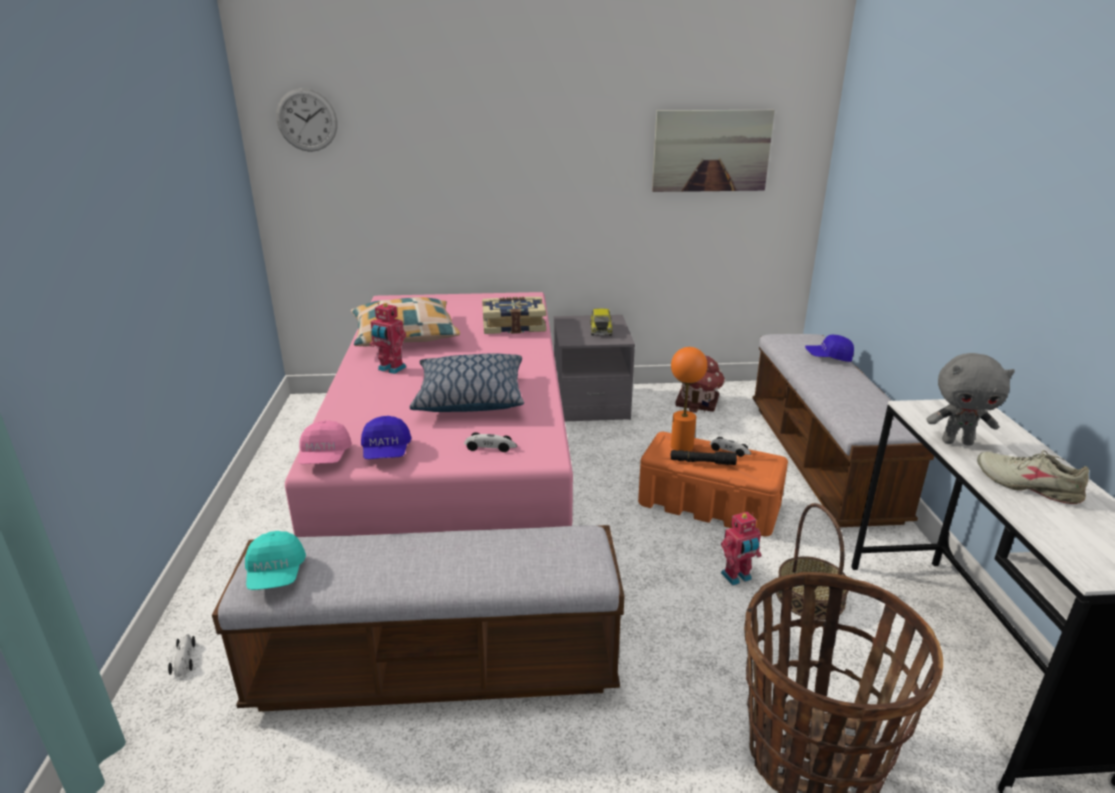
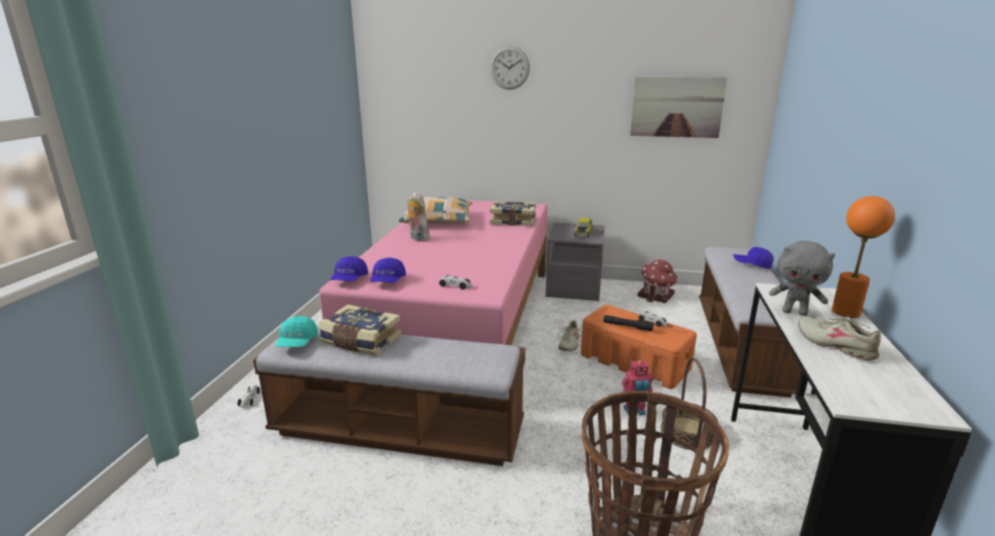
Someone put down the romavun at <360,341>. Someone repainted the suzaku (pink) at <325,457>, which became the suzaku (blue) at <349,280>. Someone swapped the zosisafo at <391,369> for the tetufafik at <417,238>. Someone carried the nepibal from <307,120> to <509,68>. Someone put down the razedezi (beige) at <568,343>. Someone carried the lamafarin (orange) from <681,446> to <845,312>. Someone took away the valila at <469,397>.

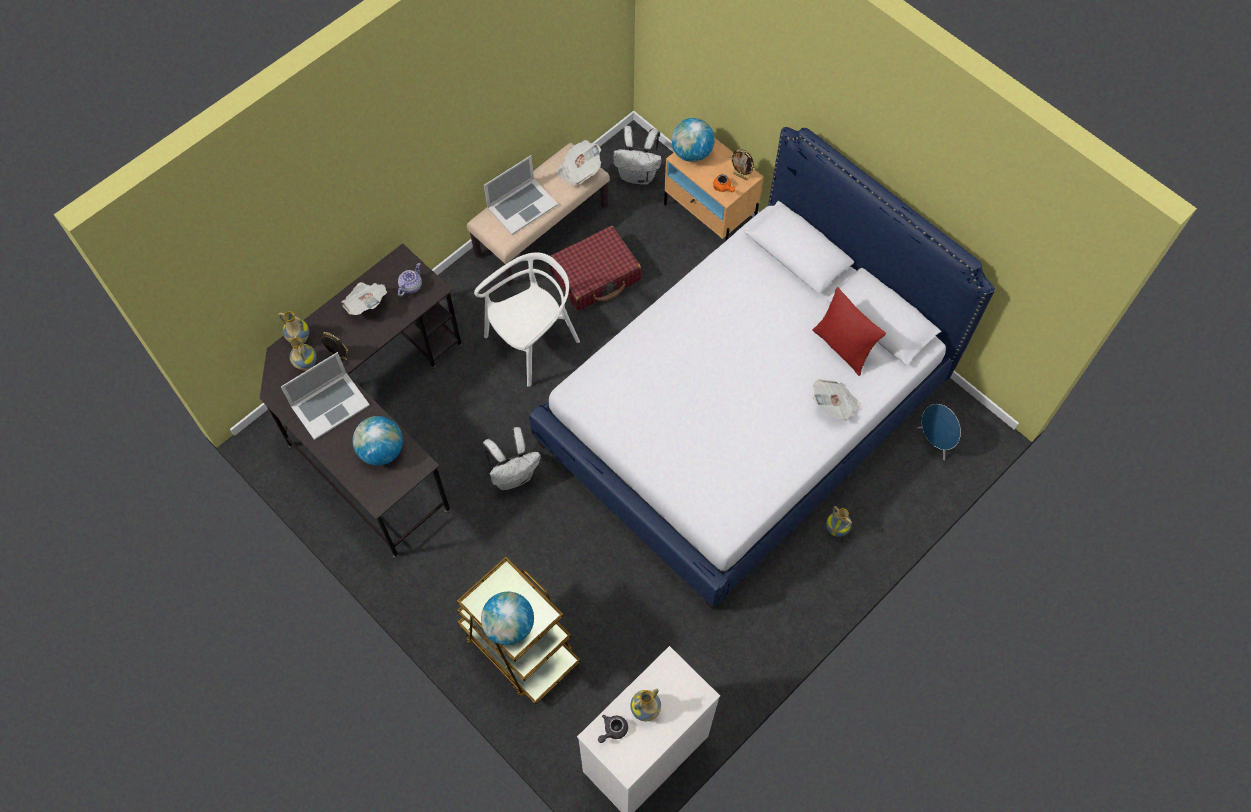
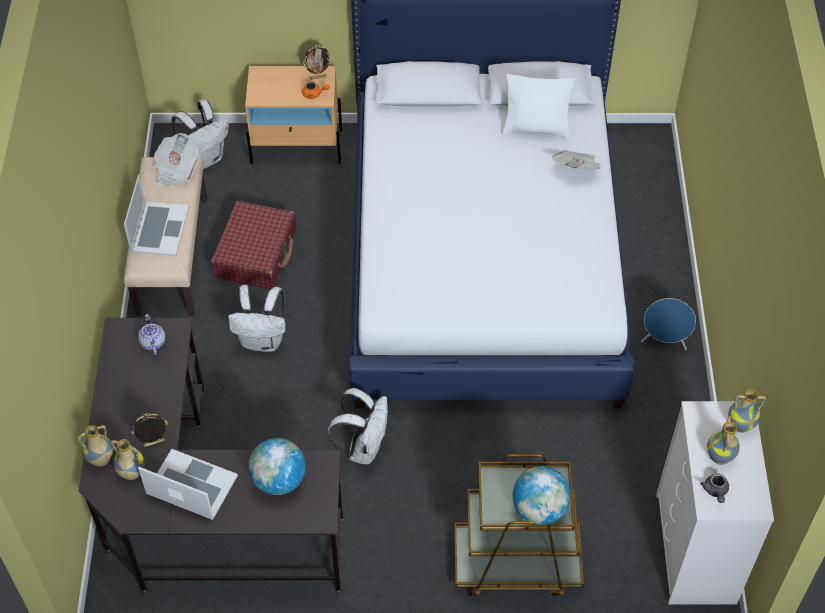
Someone rotated the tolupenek at <329,405> by 75 degrees counterclockwise. Someone swapped the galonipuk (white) at <533,342> for the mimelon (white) at <263,340>. Someone repainted the valila (red) at <842,347>, which became the valila (white) at <536,128>. Someone carried the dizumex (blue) from <934,441> to <664,341>. Someone carried the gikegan from <837,529> to <740,424>. Someone took away the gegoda at <366,303>. Someone took away the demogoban at <691,153>.

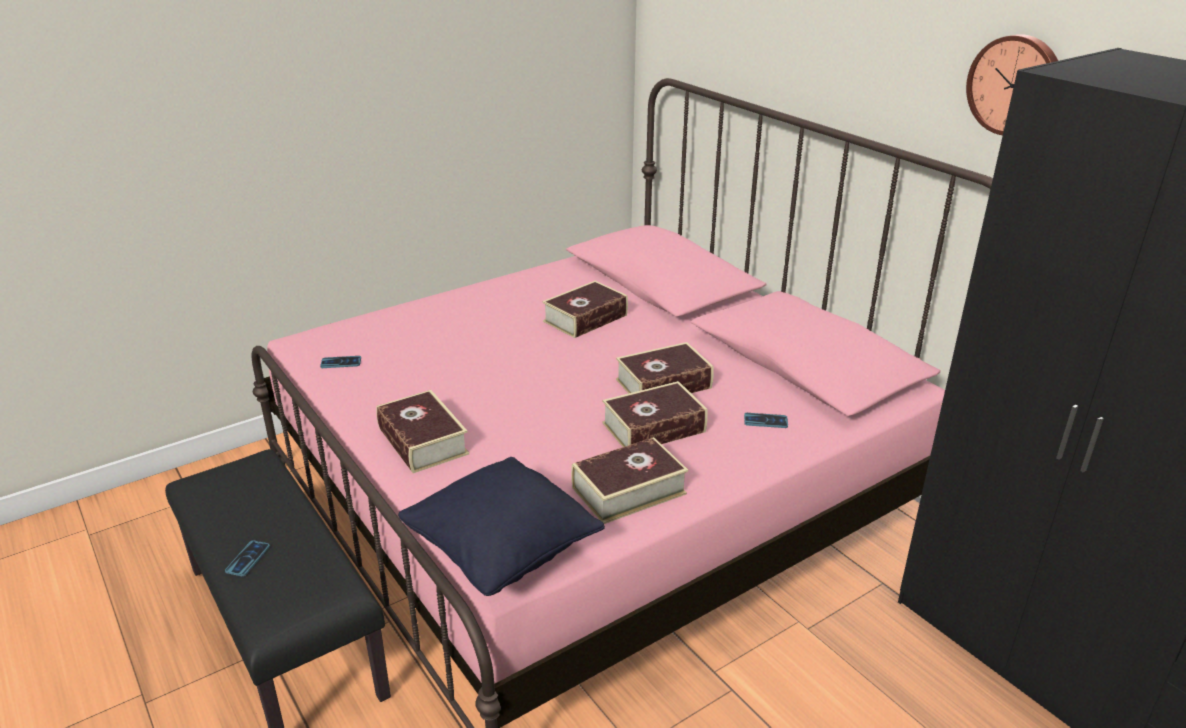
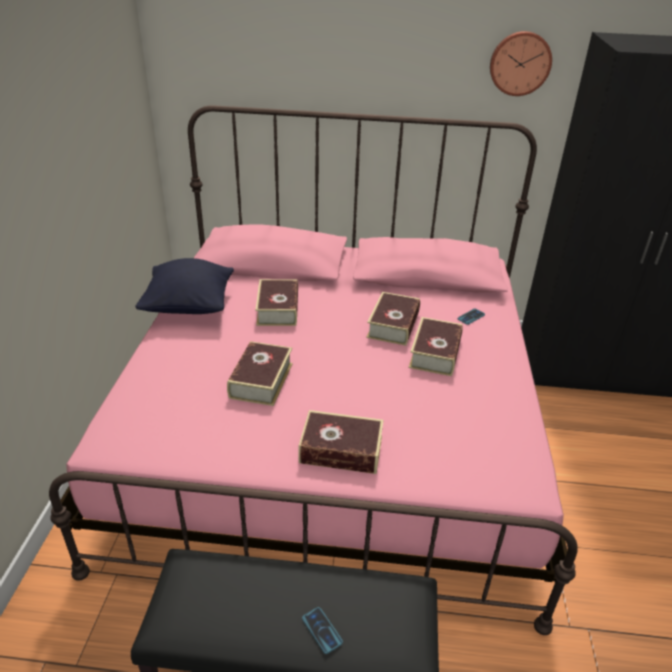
Someone carried the valila (black) from <502,553> to <189,307>. Someone carried the romavun from <628,490> to <261,380>. Someone took away the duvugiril at <341,363>.

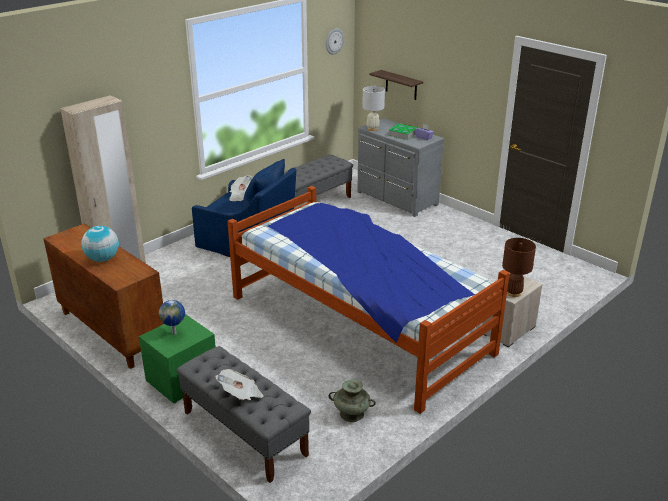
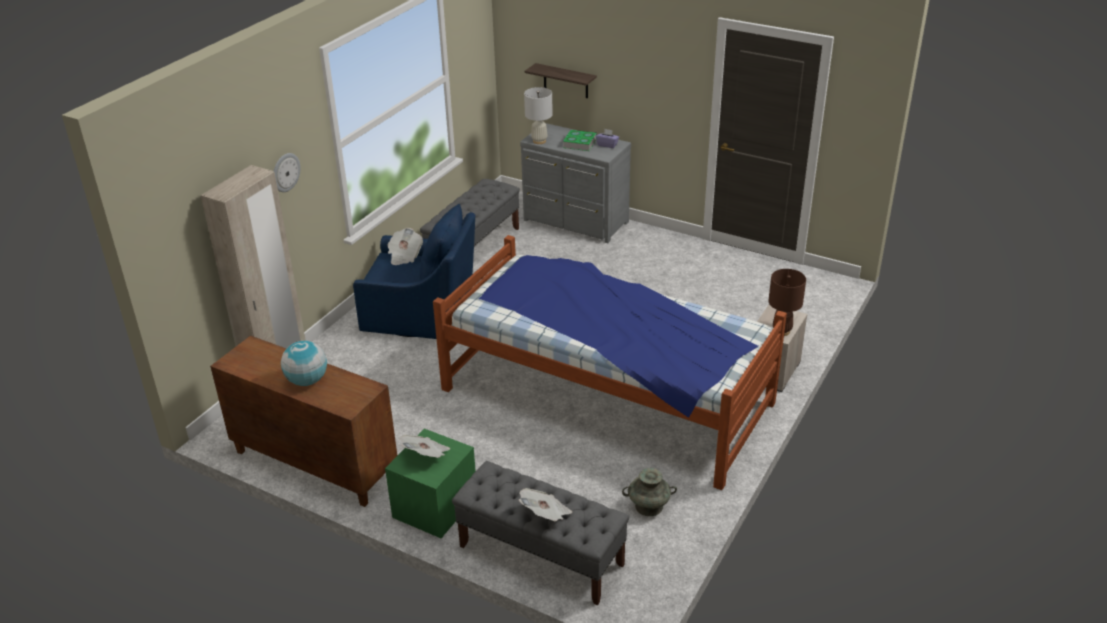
Someone carried the nepibal from <334,41> to <285,172>. Someone swapped the demogoban at <175,333> for the gegoda at <426,455>.

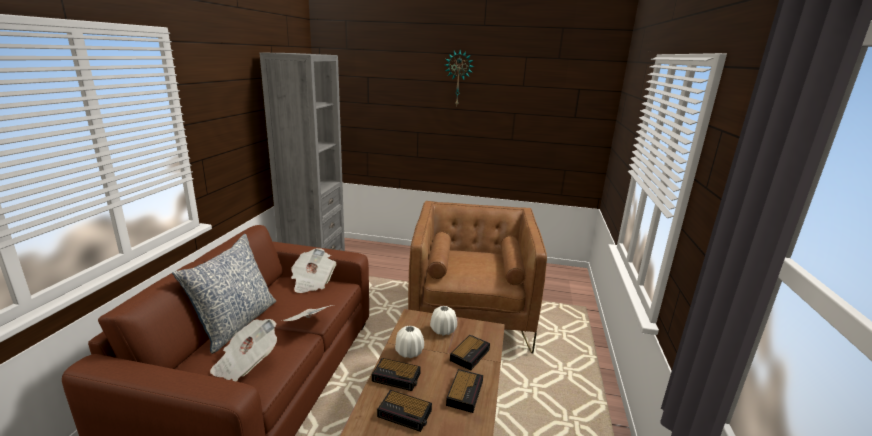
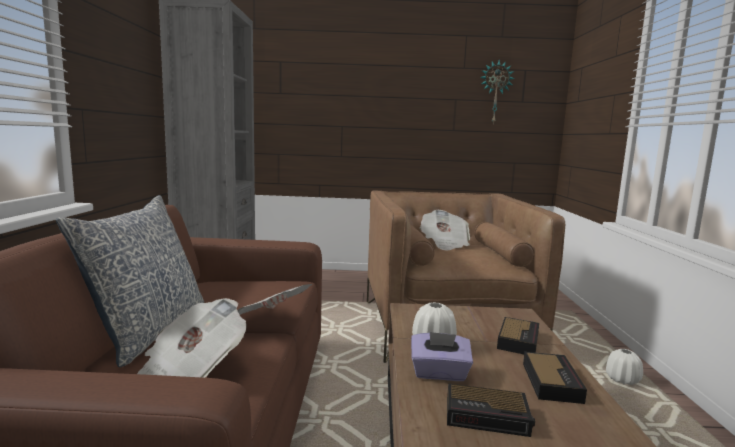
Someone swapped the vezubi at <397,377> for the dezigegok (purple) at <439,373>. Someone carried the gegoda from <312,282> to <444,244>. Someone carried the nepibal from <458,78> to <495,92>. Someone carried the gikegan (white) from <443,330> to <622,380>.

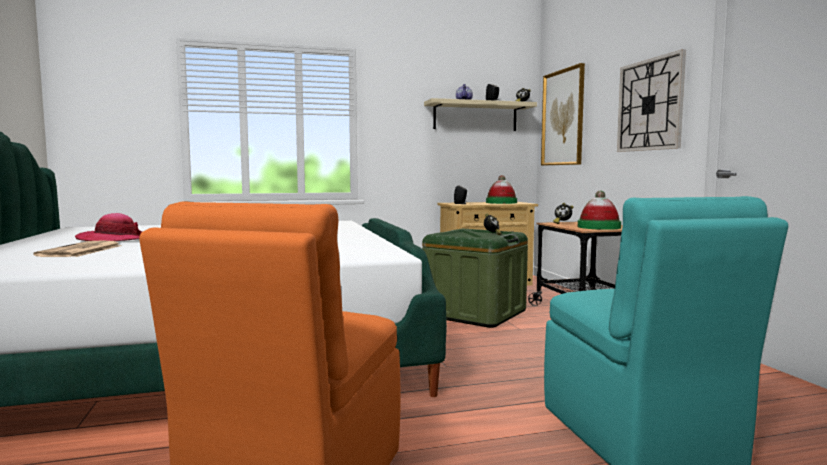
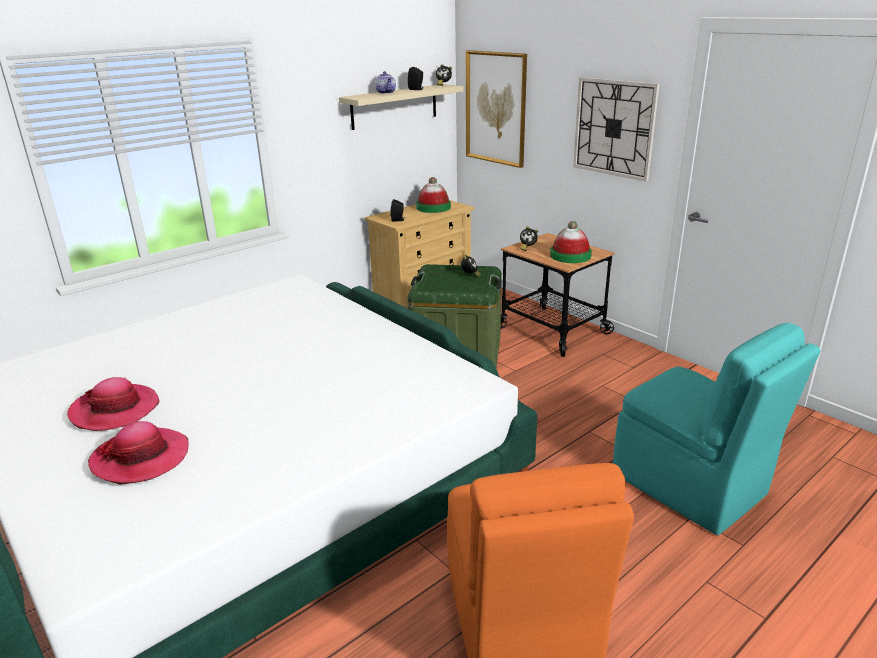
Someone swapped the gegoda at <80,251> for the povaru at <141,458>.

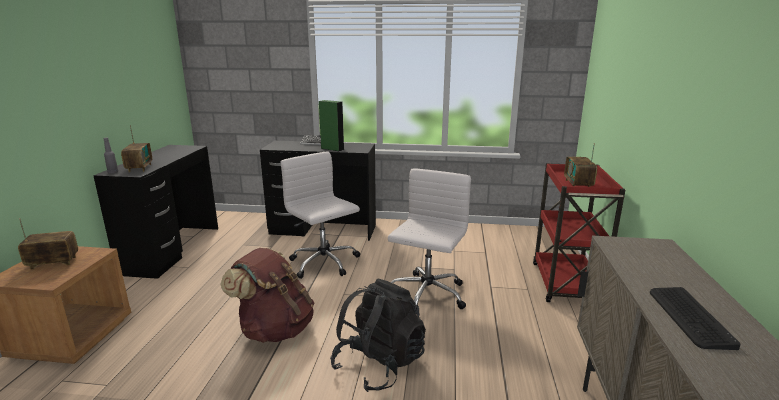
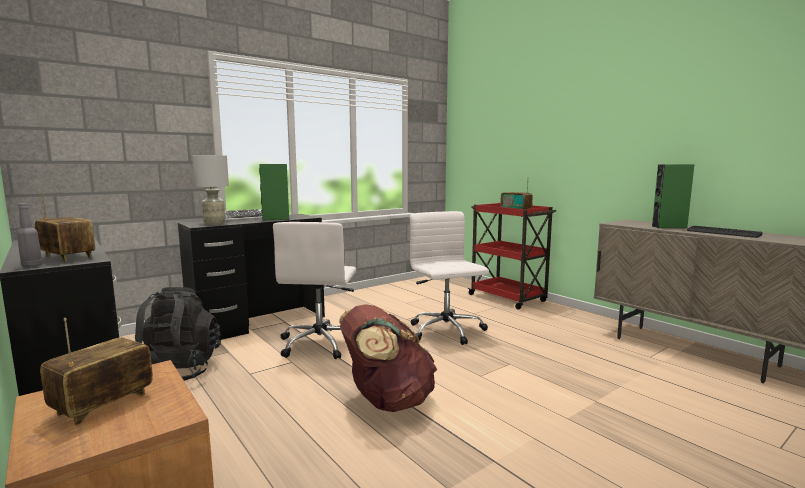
Someone carried the mimelon (black) from <379,364> to <178,371>. Someone put down the lamafarin (grey) at <215,224>. Someone rotated the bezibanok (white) at <324,263> by 90 degrees counterclockwise. Someone put down the dizumex (green) at <669,227>.

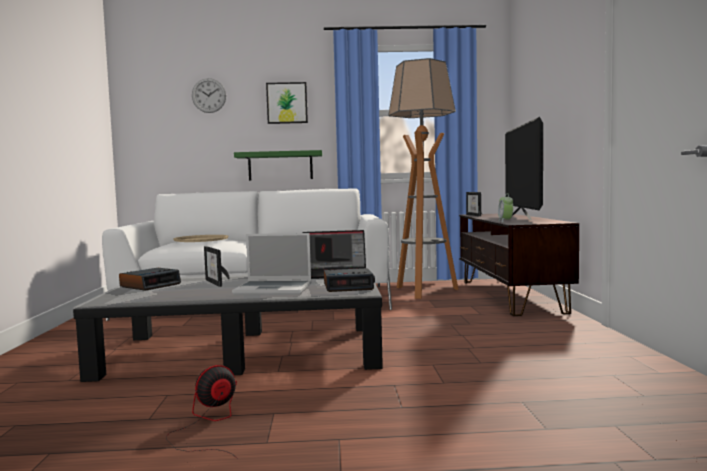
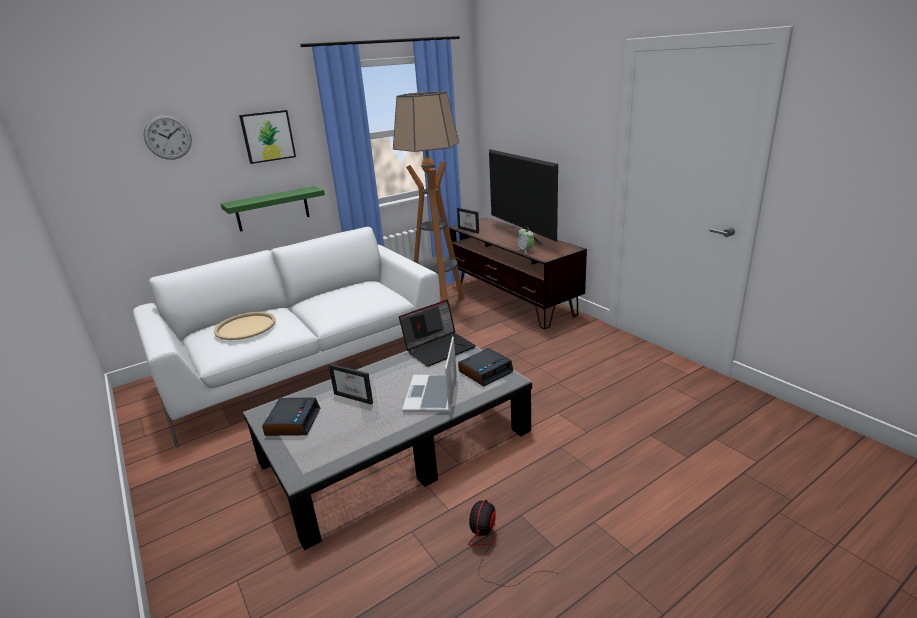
Someone rotated the tolupenek at <274,289> by 120 degrees clockwise.

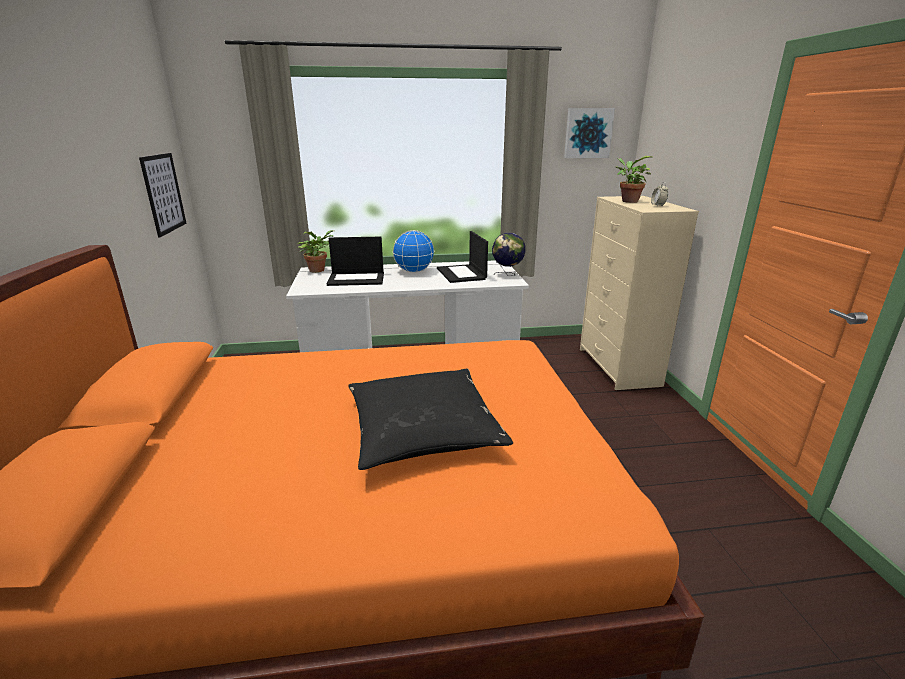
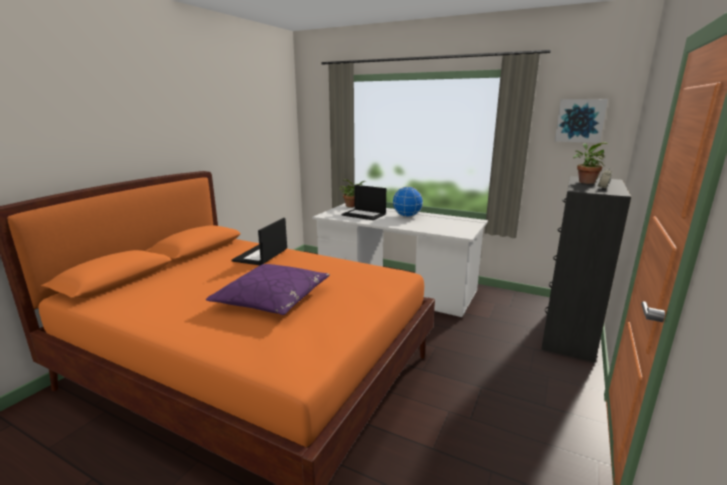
Someone repainted the valila (black) at <422,430>, which became the valila (purple) at <272,298>. Someone carried the tolupenek from <462,274> to <261,255>. Someone repainted the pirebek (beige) at <618,367>, which became the pirebek (black) at <568,334>. Someone took away the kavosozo at <163,193>. Someone took away the demogoban at <507,274>.

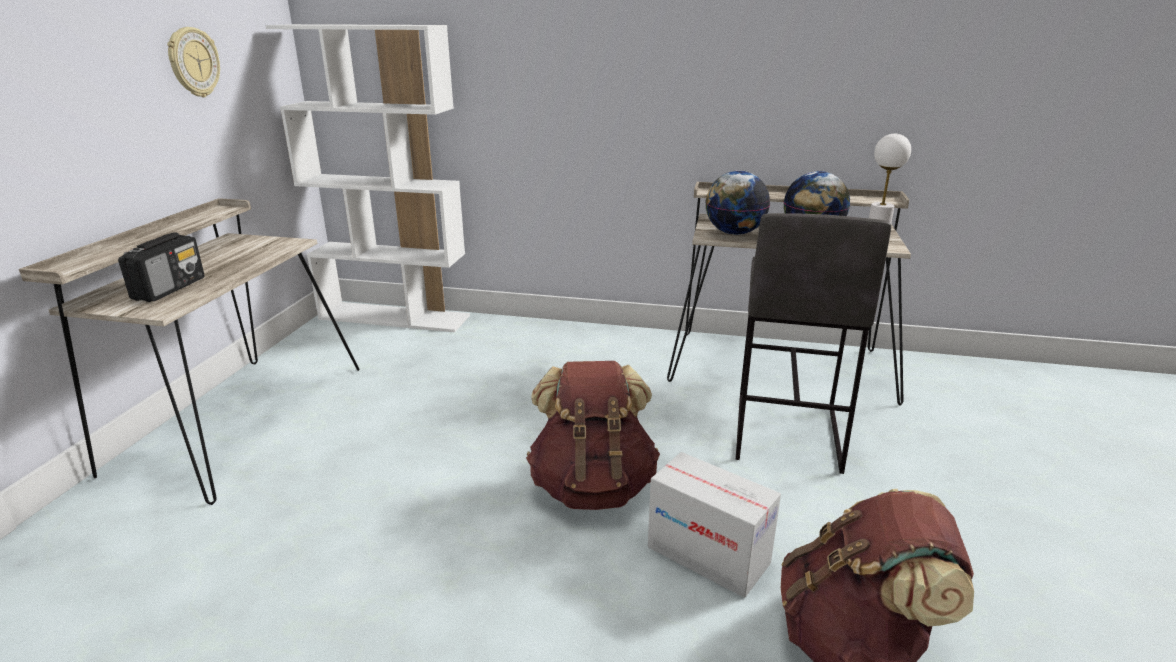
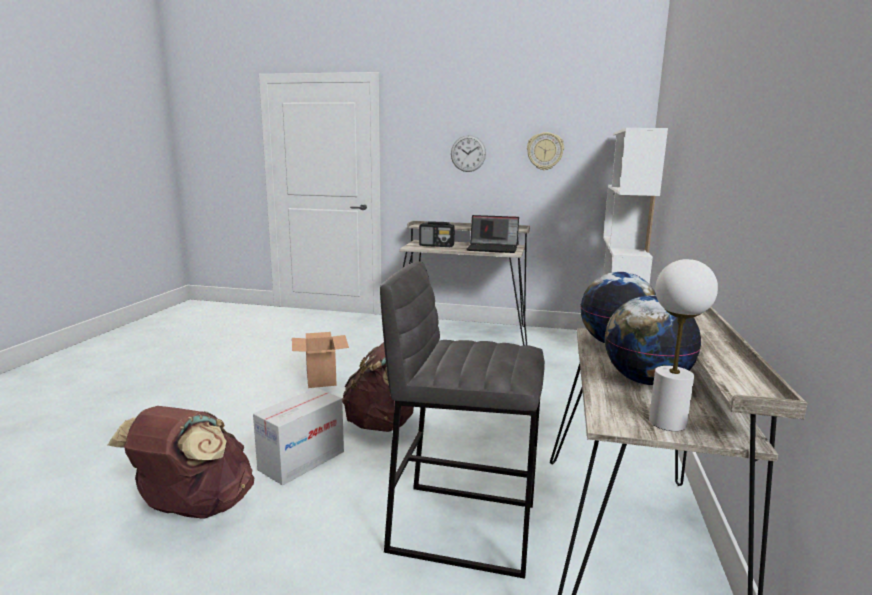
Someone put down the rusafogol at <321,379>. Someone put up the nepibal at <468,153>. Someone put down the tolupenek at <493,249>.

